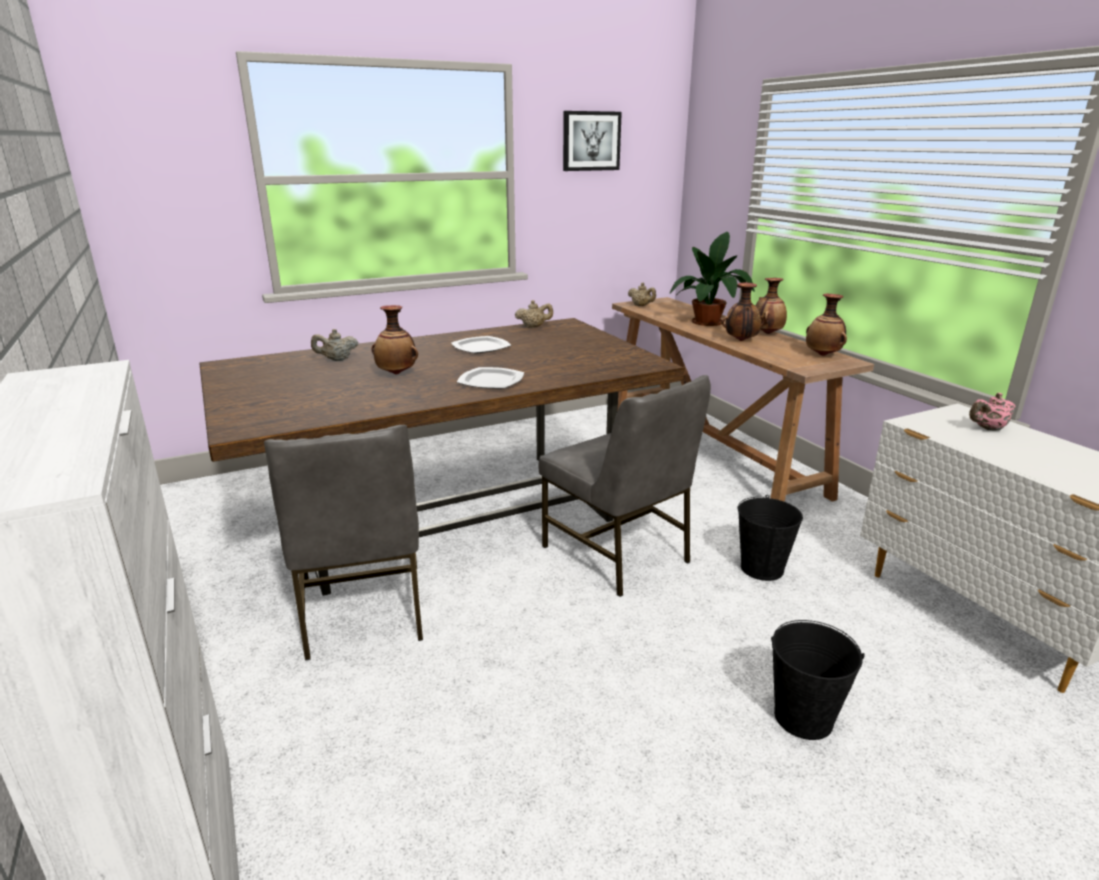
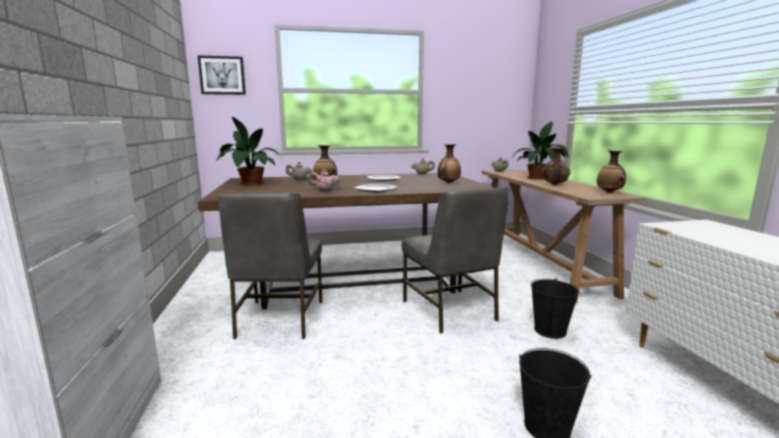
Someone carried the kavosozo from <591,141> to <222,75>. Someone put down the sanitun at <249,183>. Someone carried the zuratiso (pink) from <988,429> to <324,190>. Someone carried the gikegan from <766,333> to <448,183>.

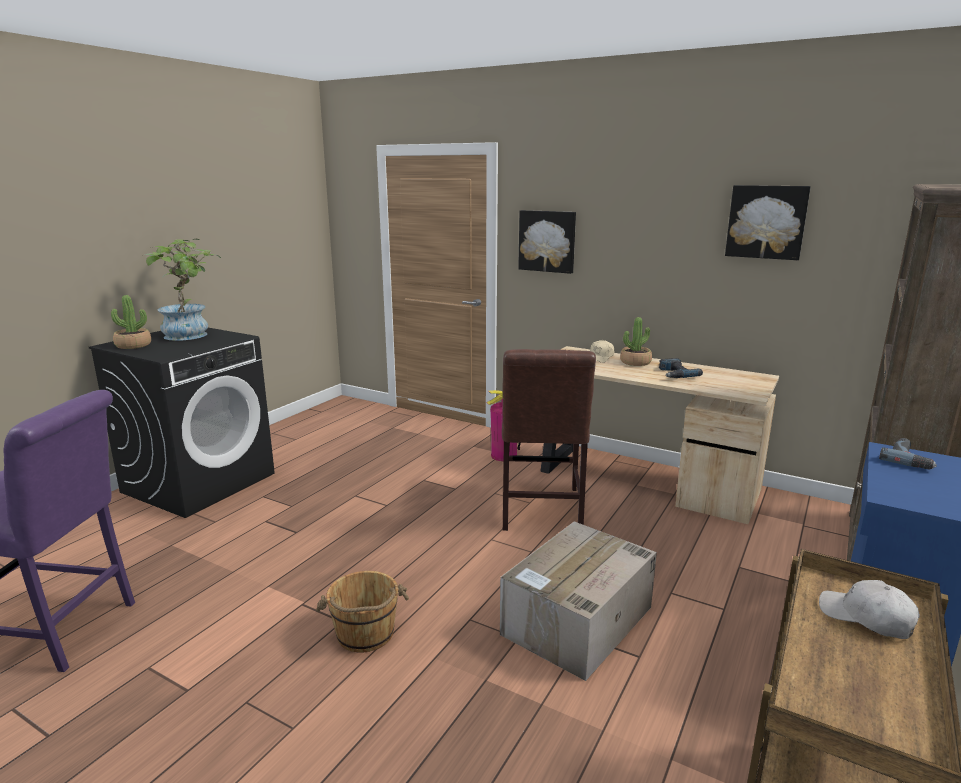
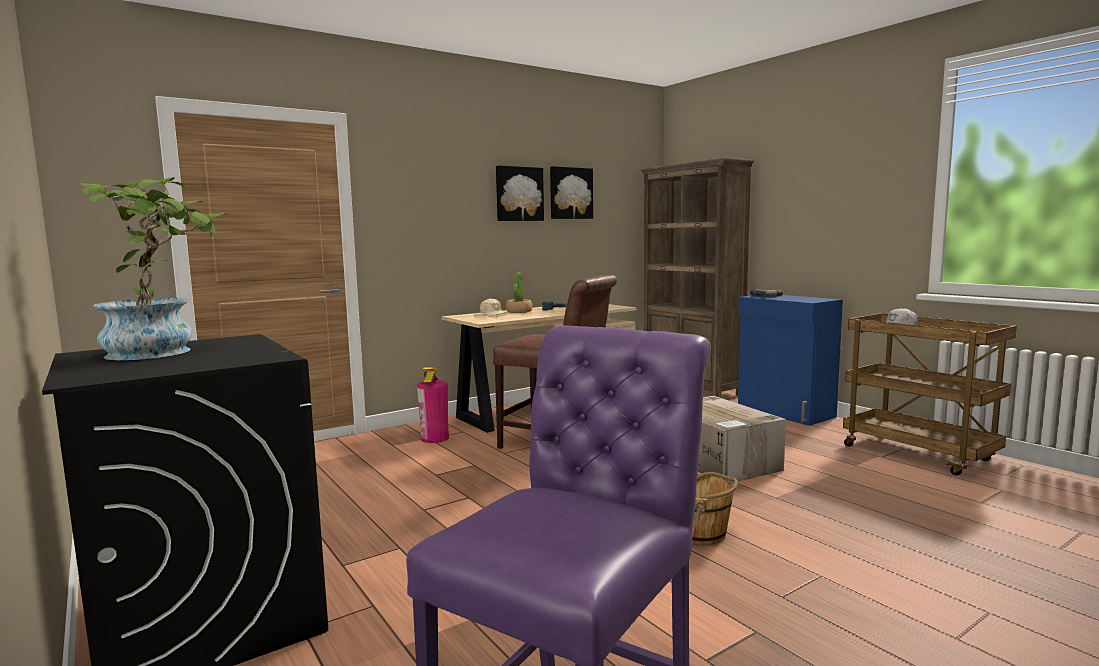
Someone carried the kavosozo from <547,241> to <519,194>. Someone took away the sanitun at <133,345>.

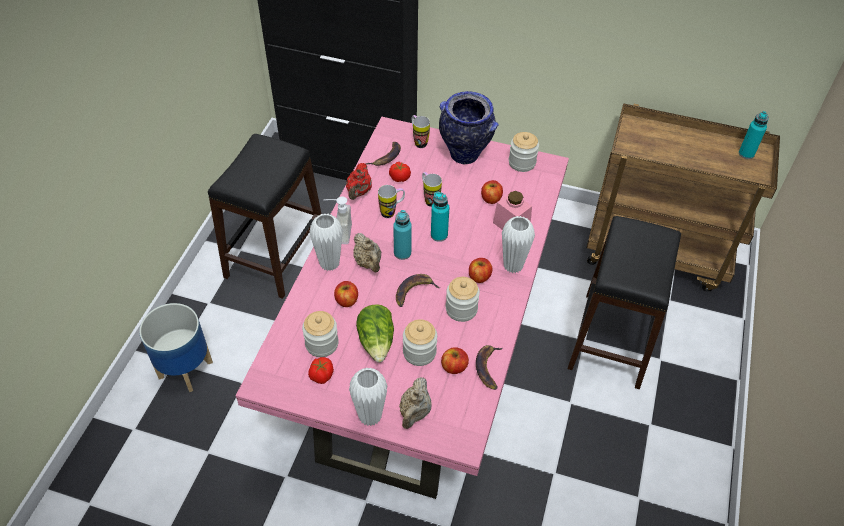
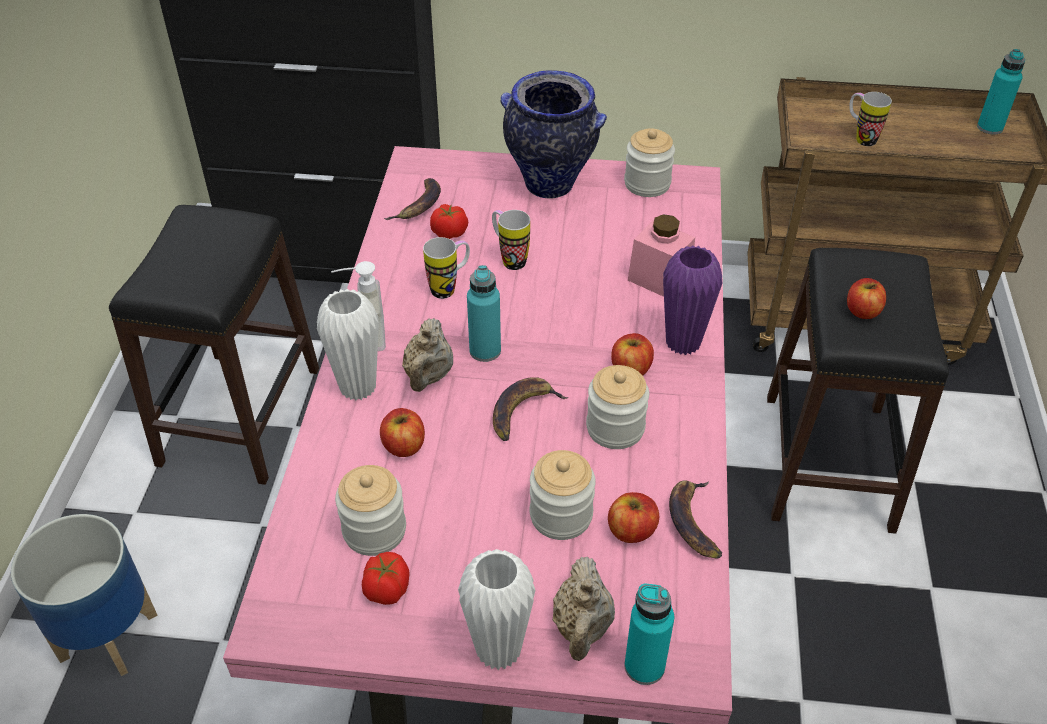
Someone rotated the zuratiso (beige) at <368,263> by 45 degrees clockwise. Someone carried the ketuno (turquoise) from <439,235> to <644,666>. Someone repainted the gikegan (white) at <513,266>, which became the gikegan (purple) at <683,343>. Someone carried the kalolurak from <491,199> to <862,311>. Someone carried the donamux from <418,141> to <860,137>. Someone took away the zuratiso (red) at <359,192>. Someone took away the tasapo at <377,341>.

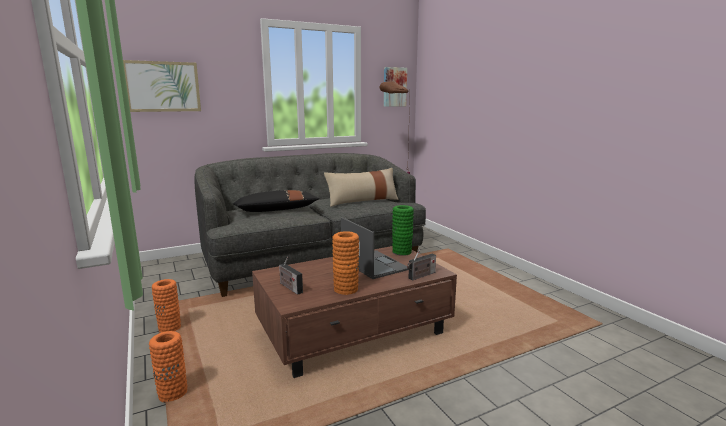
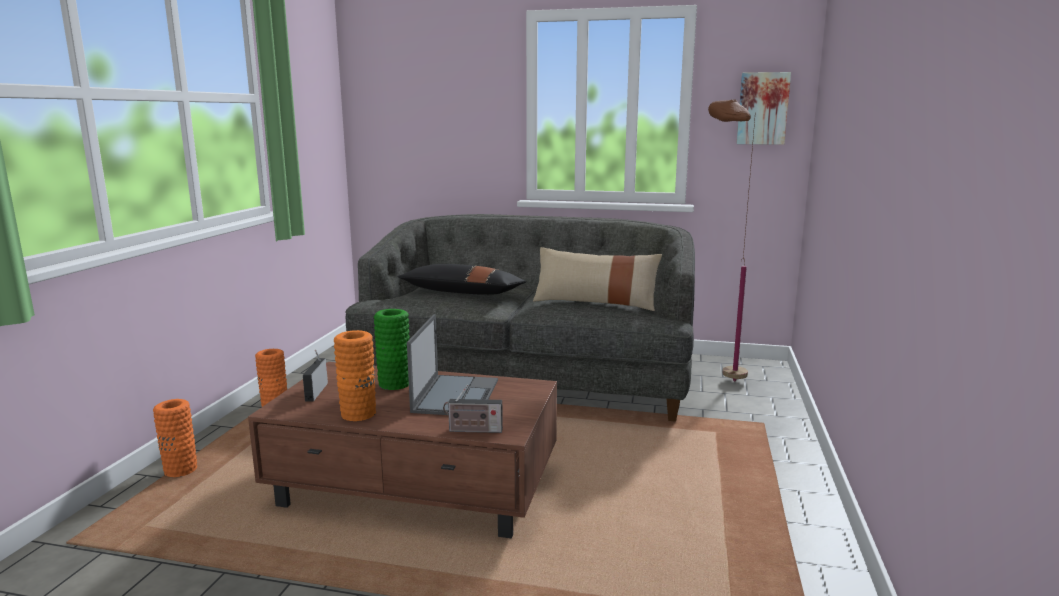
Someone carried the gikegan (green) from <402,252> to <394,384>. Someone took away the kavosozo at <162,86>.

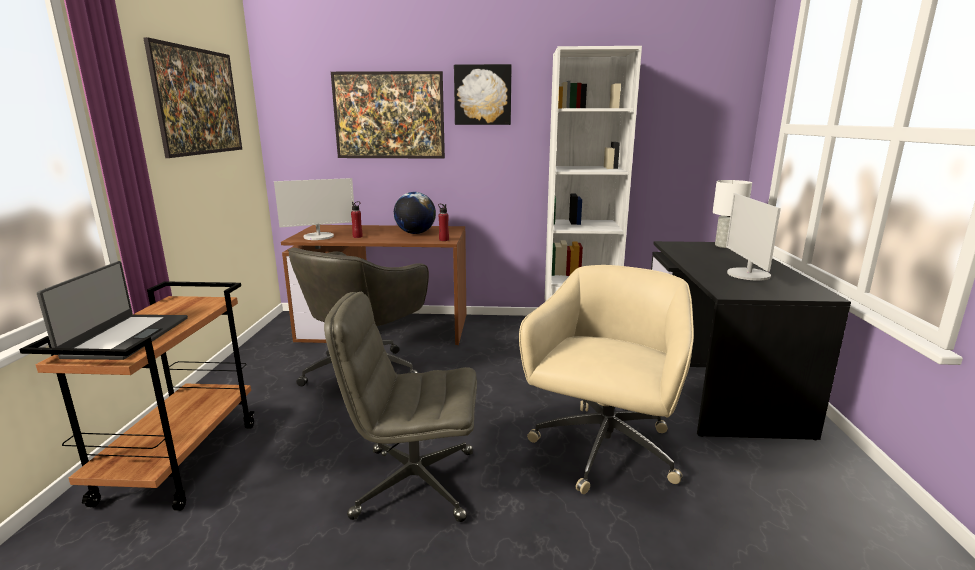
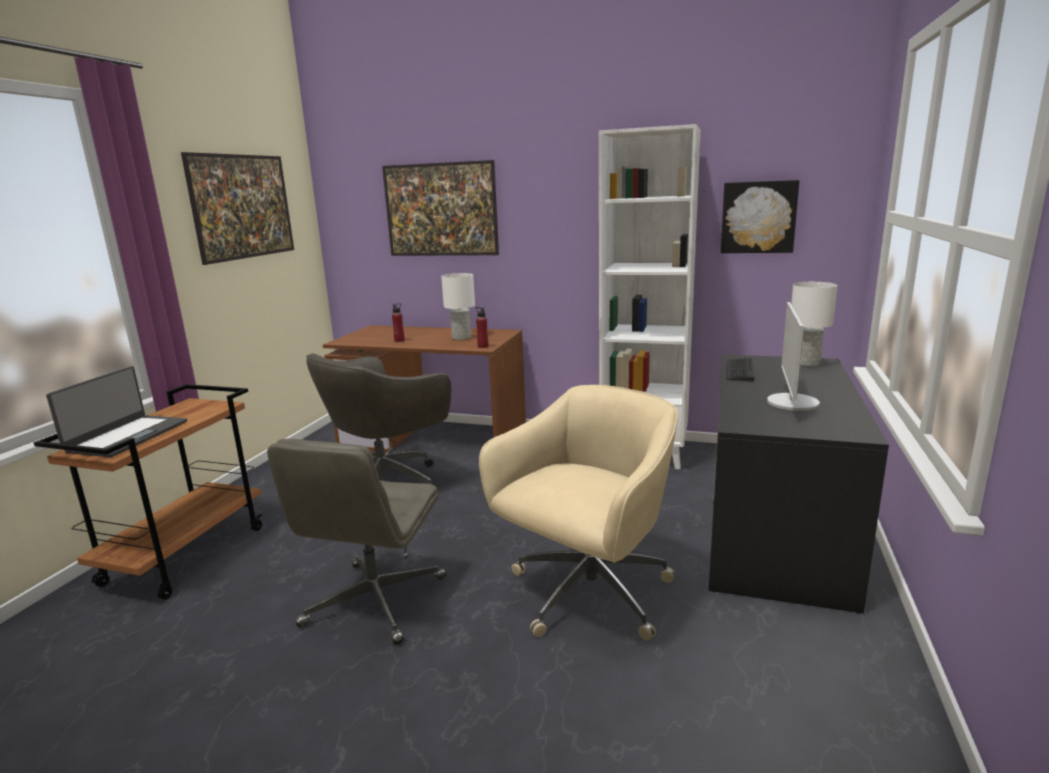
Someone rotated the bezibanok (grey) at <413,483> by 90 degrees counterclockwise. Someone swapped the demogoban at <415,233> for the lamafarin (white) at <461,338>. Someone carried the kavosozo from <482,95> to <758,217>. Someone put down the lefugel at <739,370>. Someone took away the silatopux at <319,236>.

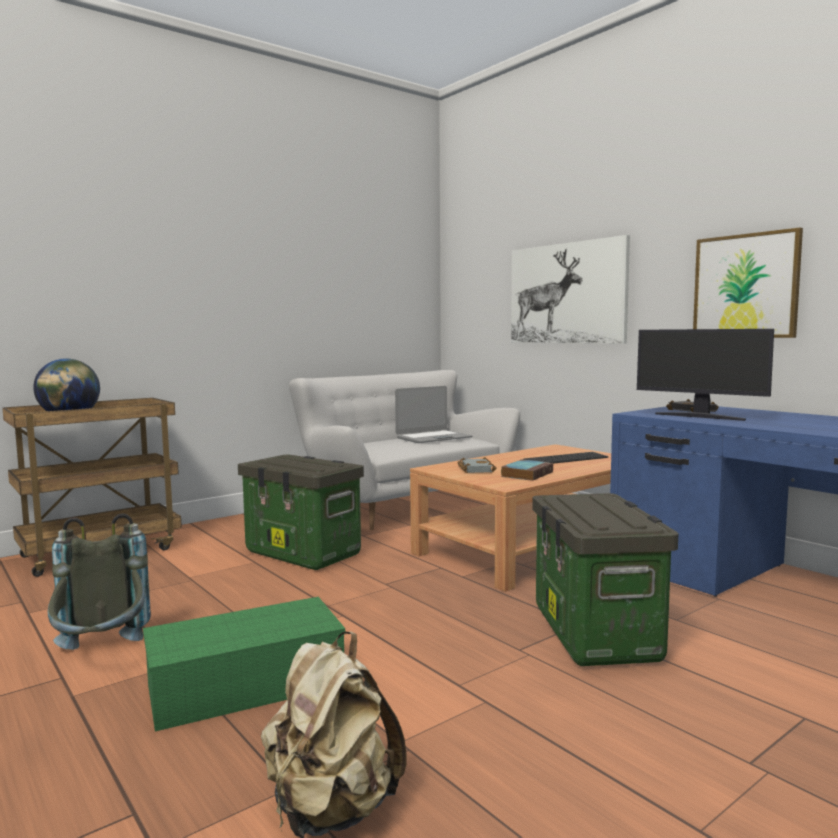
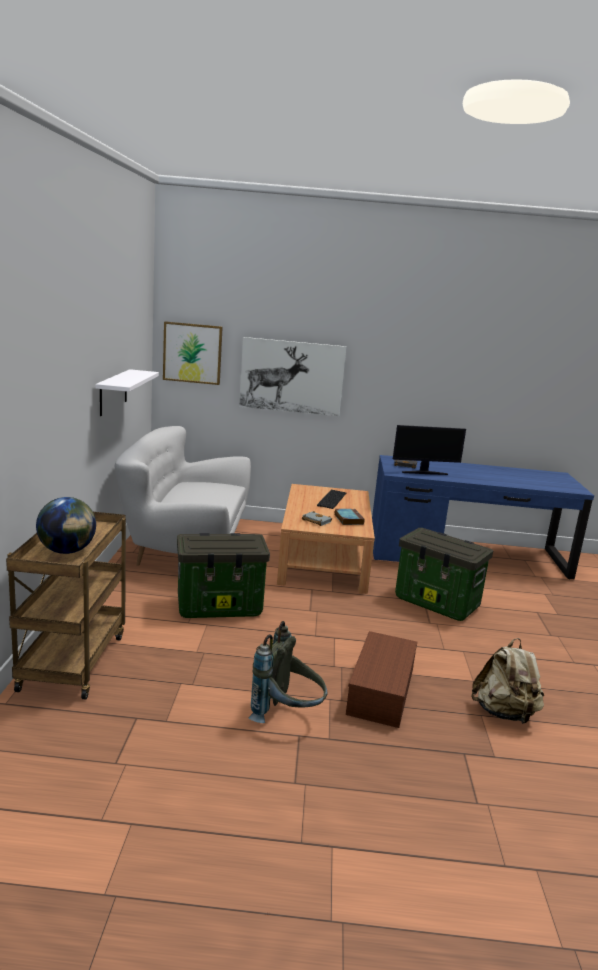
Someone put up the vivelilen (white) at <113,392>. Someone carried the kavosozo from <745,286> to <192,353>. Someone repainted the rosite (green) at <243,687>, which became the rosite (brown) at <382,692>. Someone took away the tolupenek at <433,438>.

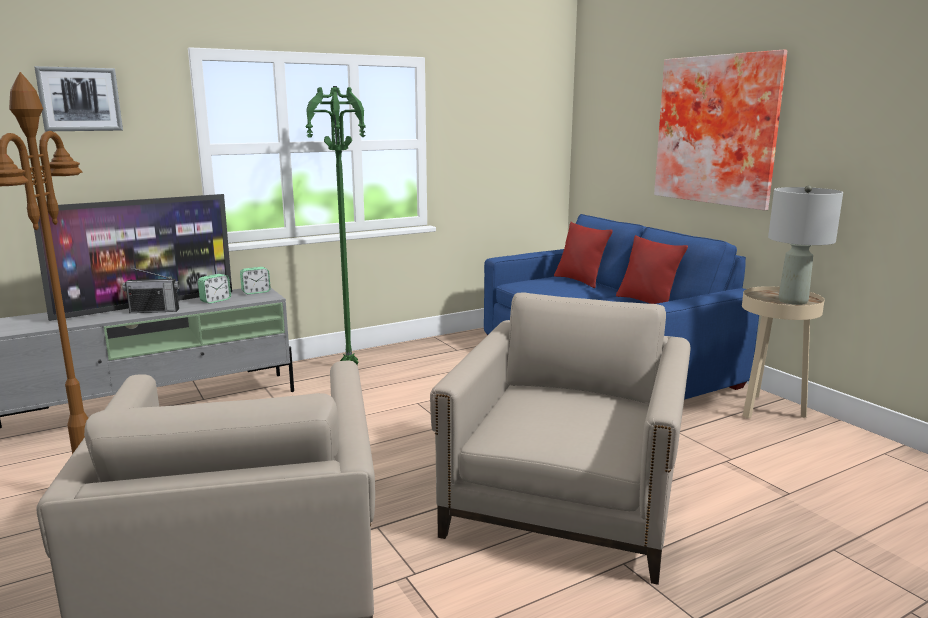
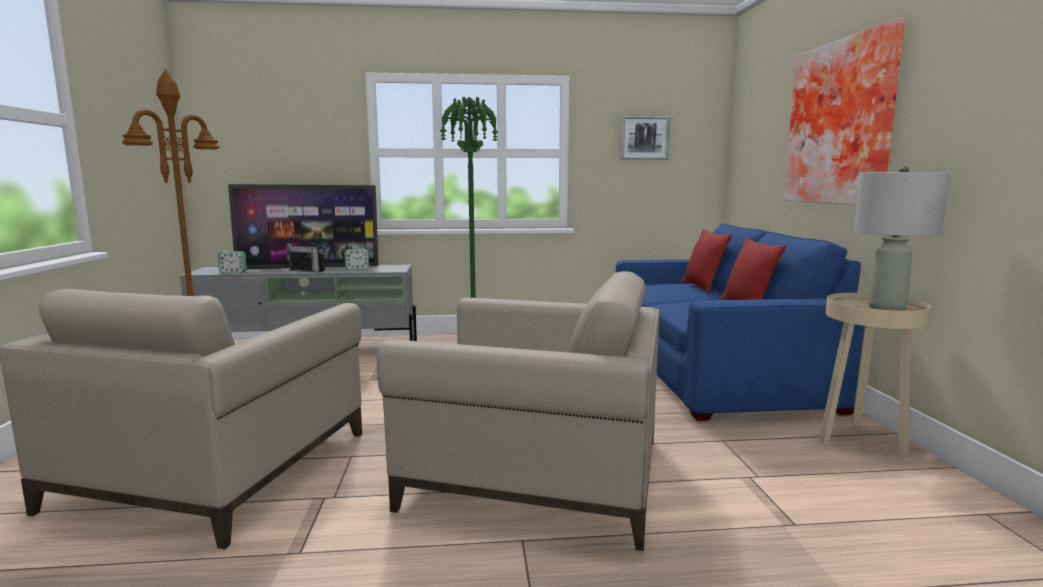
Someone carried the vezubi from <256,292> to <233,272>. Someone rotated the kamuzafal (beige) at <566,499> by 60 degrees clockwise. Someone carried the kavosozo from <80,99> to <644,138>.

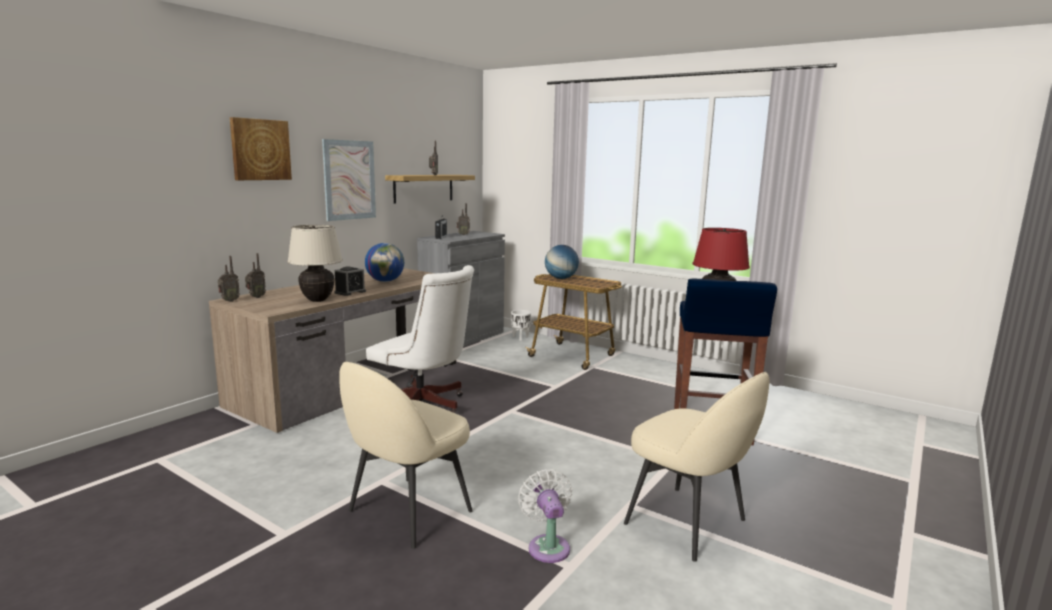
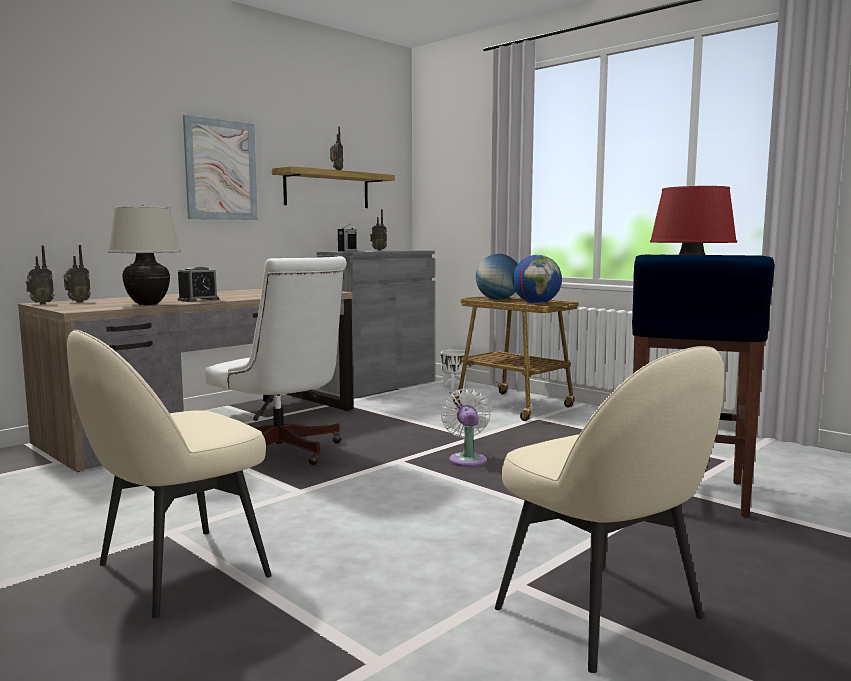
Someone carried the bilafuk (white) from <547,546> to <467,459>. Someone carried the demogoban from <385,281> to <536,303>. Someone took away the kavosozo at <260,149>.

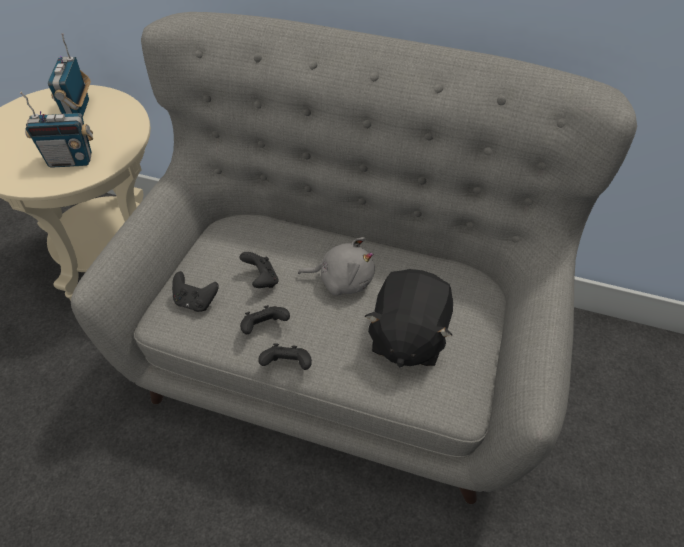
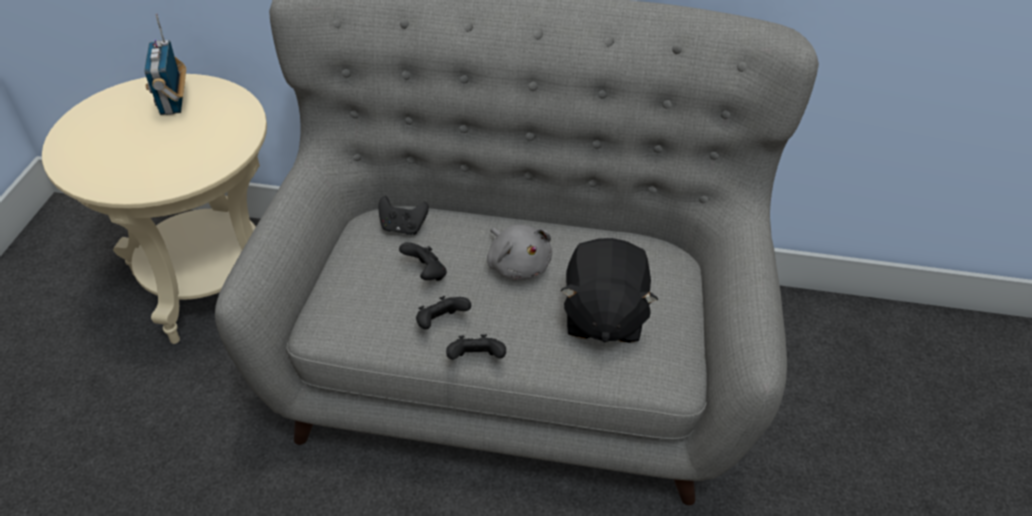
Someone carried the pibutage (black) from <195,301> to <403,227>. Someone rotated the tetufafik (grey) at <342,280> by 60 degrees clockwise. Someone took away the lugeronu at <71,160>.

